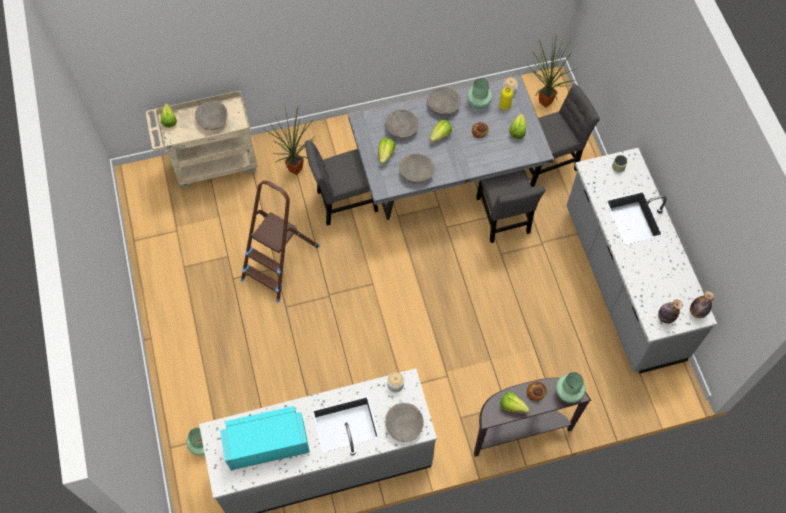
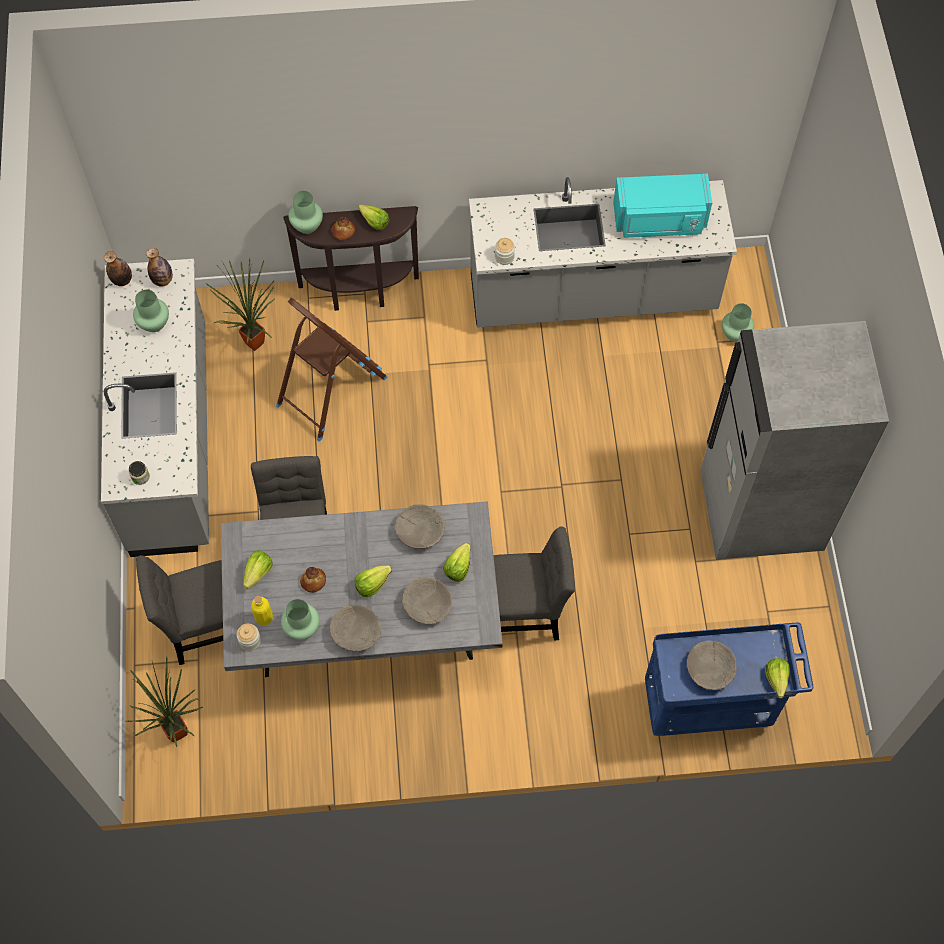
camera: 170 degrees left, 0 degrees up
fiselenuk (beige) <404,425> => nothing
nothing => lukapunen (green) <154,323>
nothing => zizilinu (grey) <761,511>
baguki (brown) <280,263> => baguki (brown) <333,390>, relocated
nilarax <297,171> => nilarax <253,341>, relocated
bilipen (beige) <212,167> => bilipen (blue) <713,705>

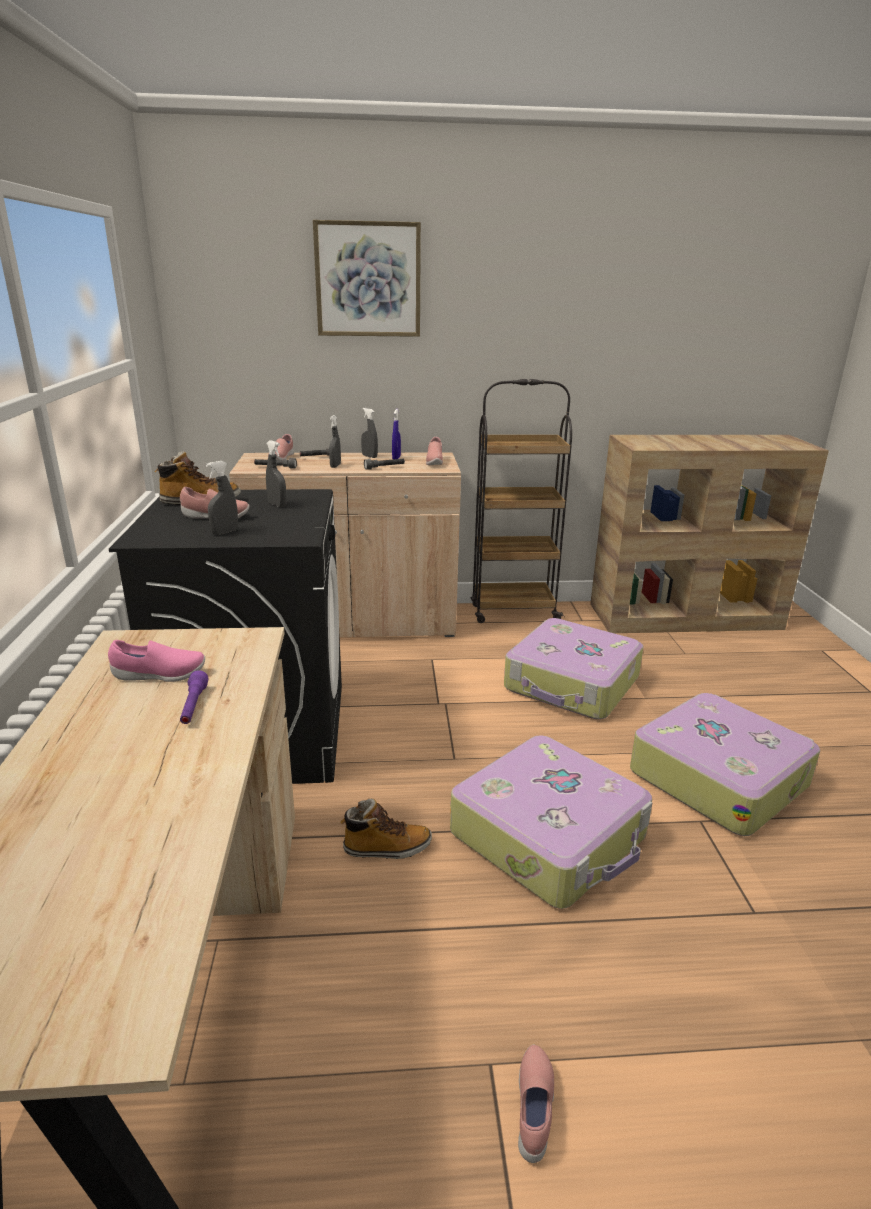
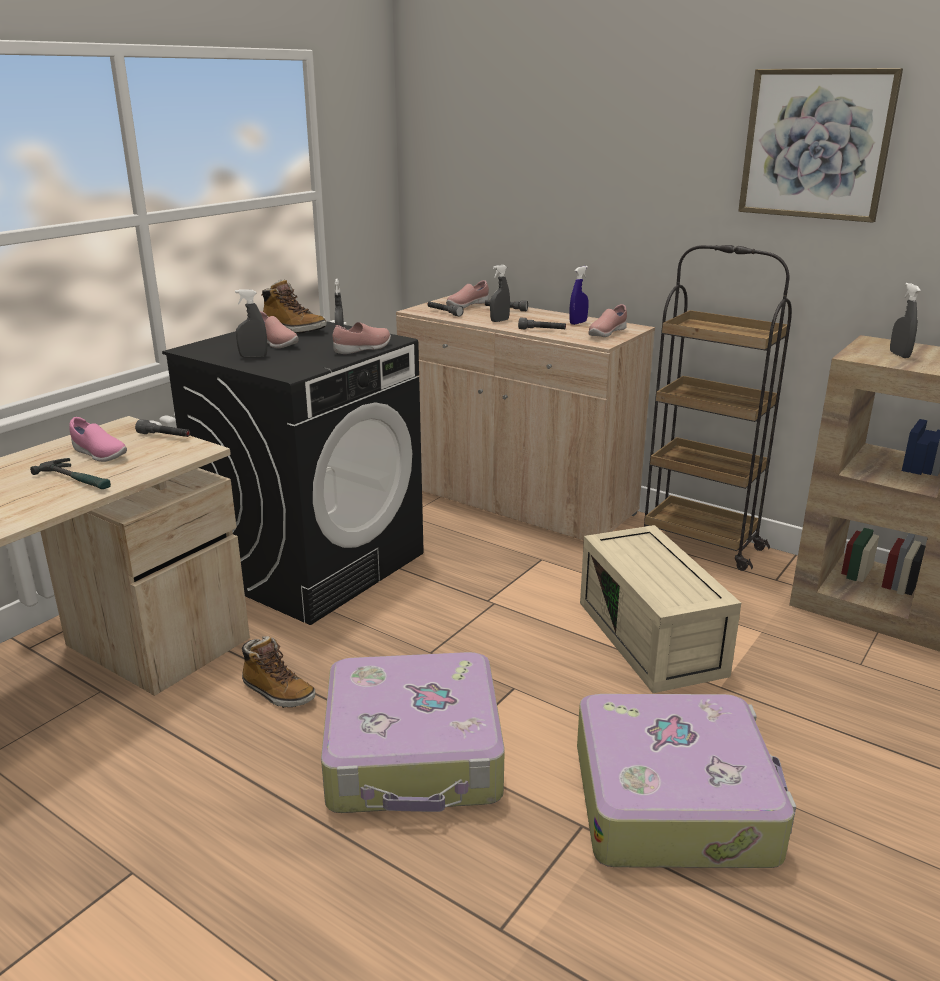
camera: 40 degrees right, 0 degrees up
nothing => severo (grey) <164,436>
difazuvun <368,280> => difazuvun <816,144>, relocated
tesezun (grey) <369,456> => tesezun (grey) <899,355>, relocated
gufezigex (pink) <535,1109> => gufezigex (pink) <363,349>, relocated
severo (purple) <193,706> => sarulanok <77,480>
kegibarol <572,684> => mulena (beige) <653,638>

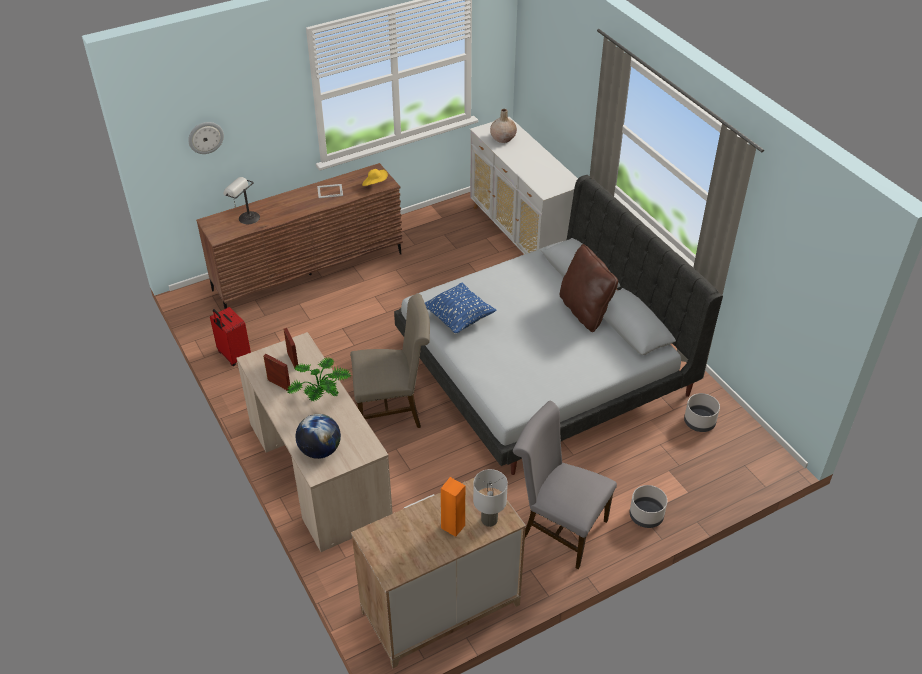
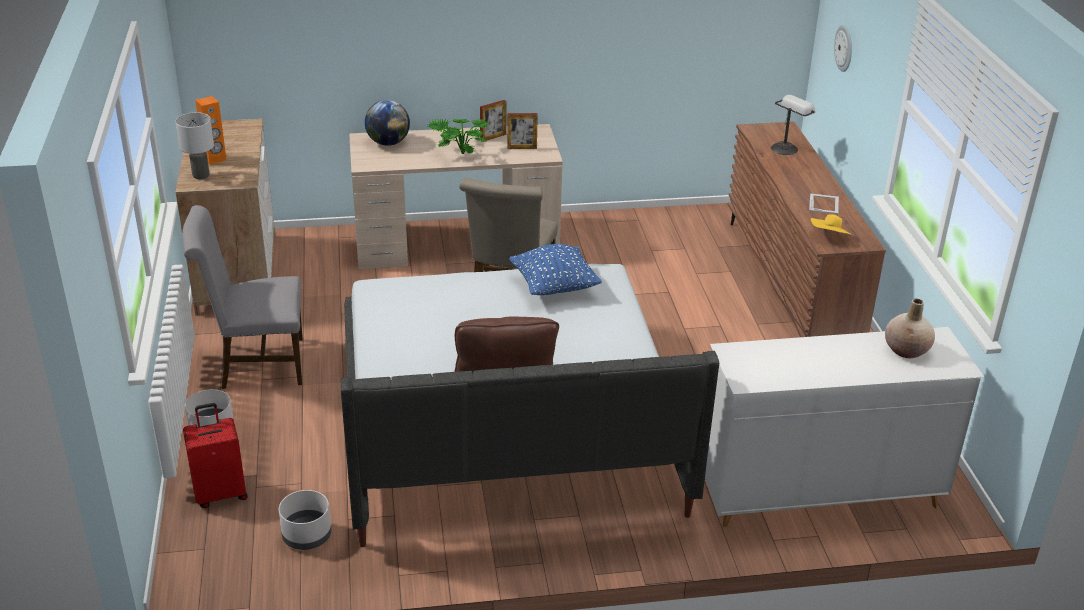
camera: 110 degrees right, 10 degrees down
kegibarol (red) <233,356> => kegibarol (red) <220,493>, relocated
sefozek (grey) <558,528> => sefozek (grey) <256,364>, 150 degrees counterclockwise

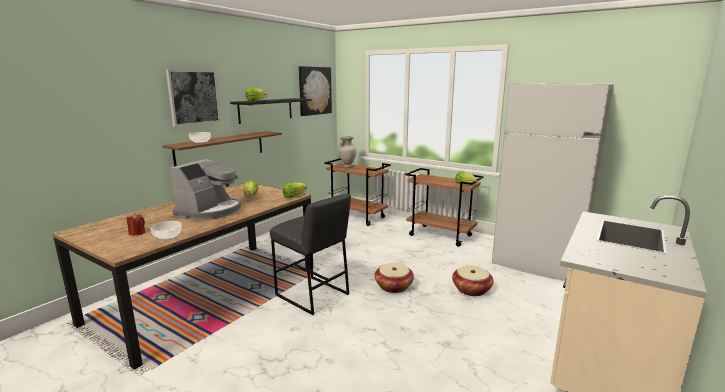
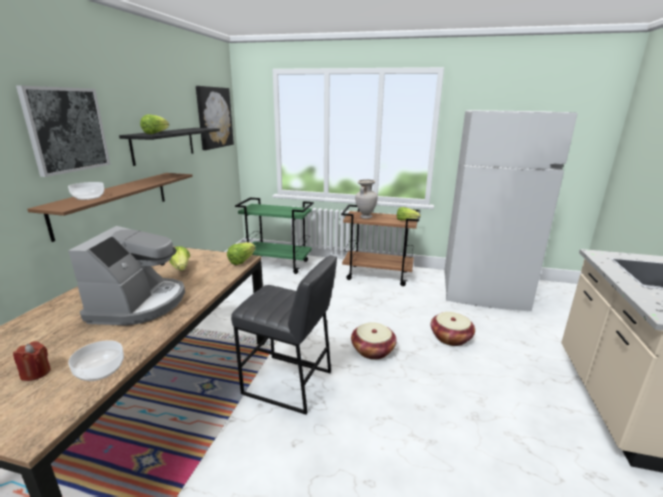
camera: 20 degrees left, 5 degrees up
lukapunen (beige) <347,166> => lukapunen (beige) <365,217>, relocated
bilipen (brown) <358,217> => bilipen (green) <278,264>

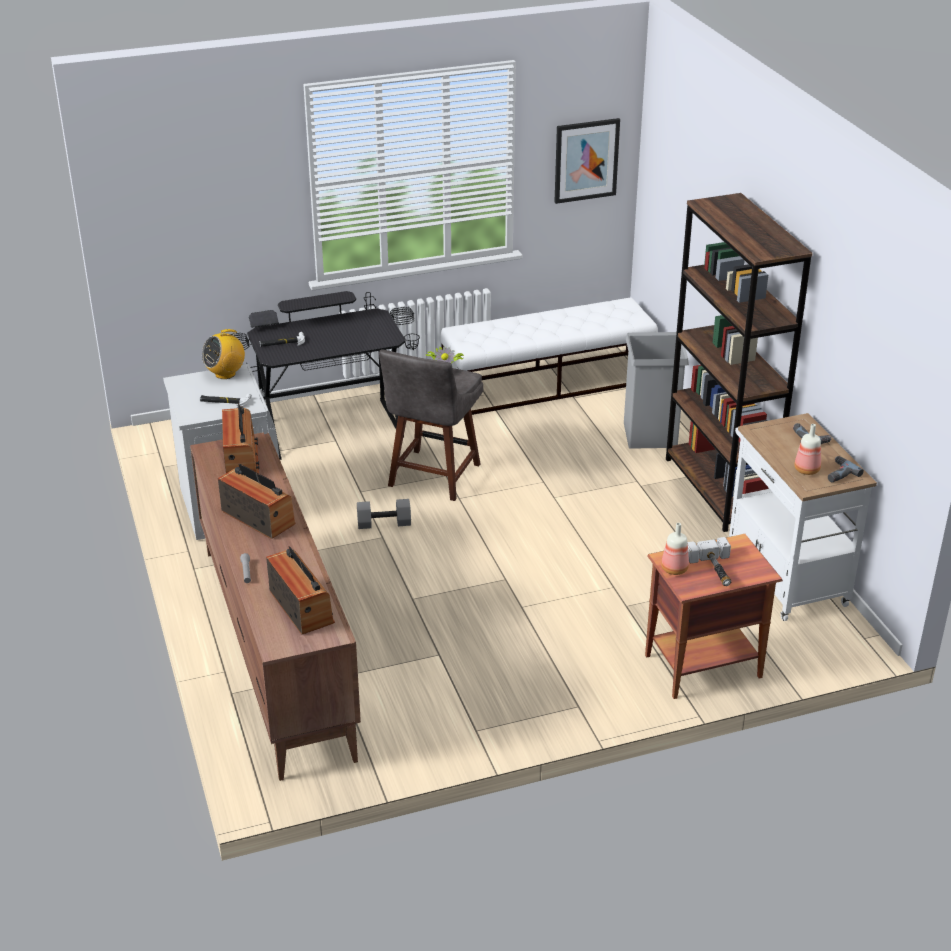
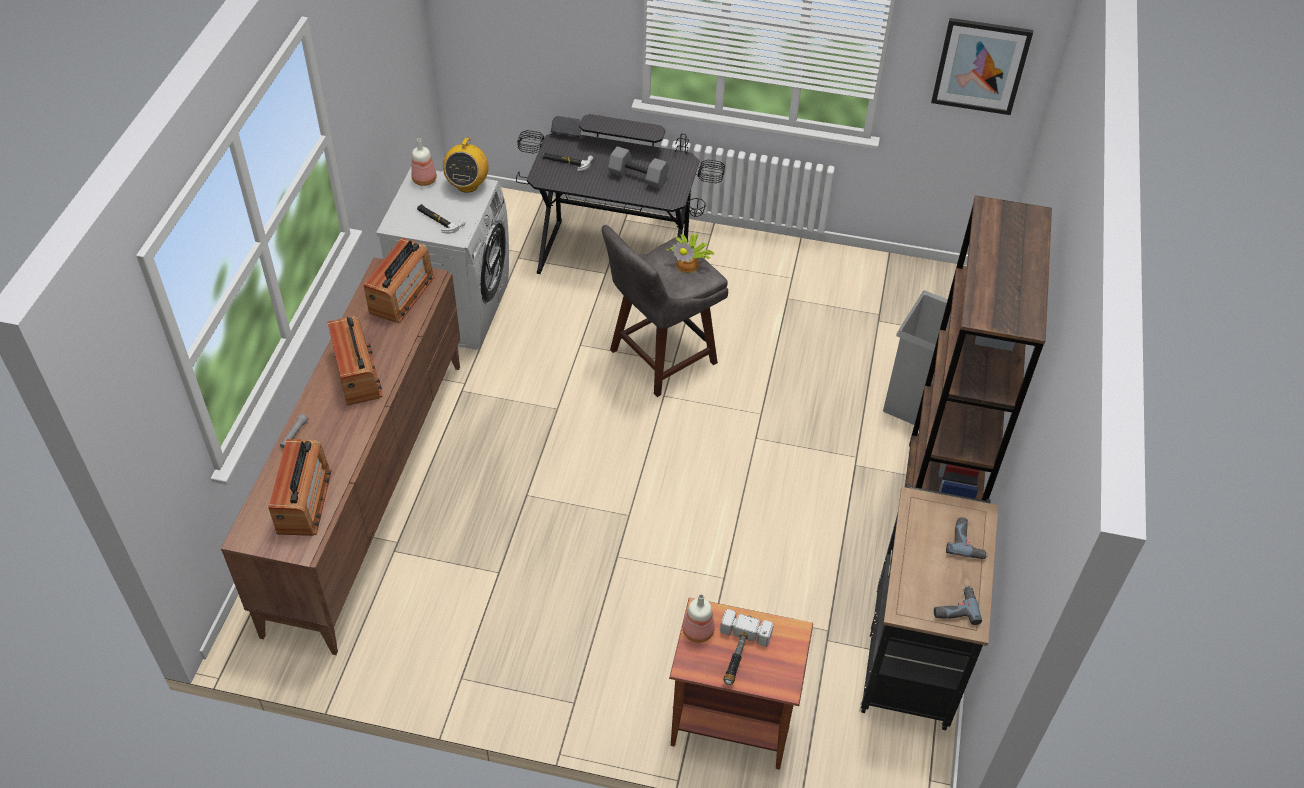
camera: 30 degrees right, 15 degrees up
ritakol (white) <548,384> => nothing
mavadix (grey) <384,523> => mavadix (grey) <639,177>, relocated
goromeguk <807,470> => goromeguk <425,180>, relocated
bilipen (white) <784,576> => bilipen (black) <910,654>
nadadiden <225,374> => nadadiden <467,185>, 75 degrees counterclockwise

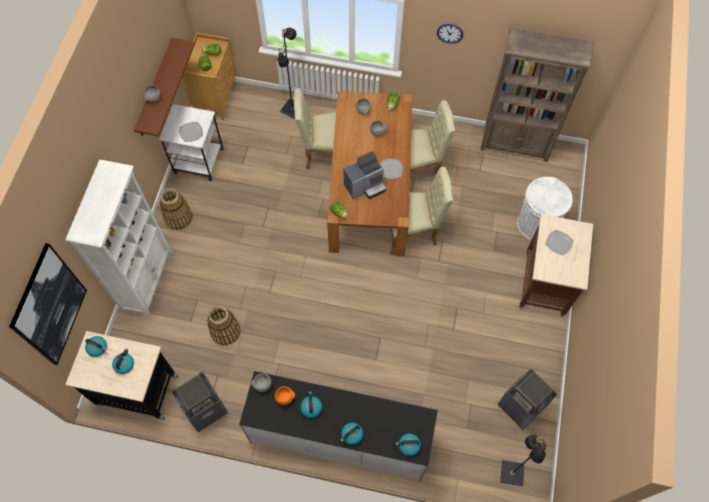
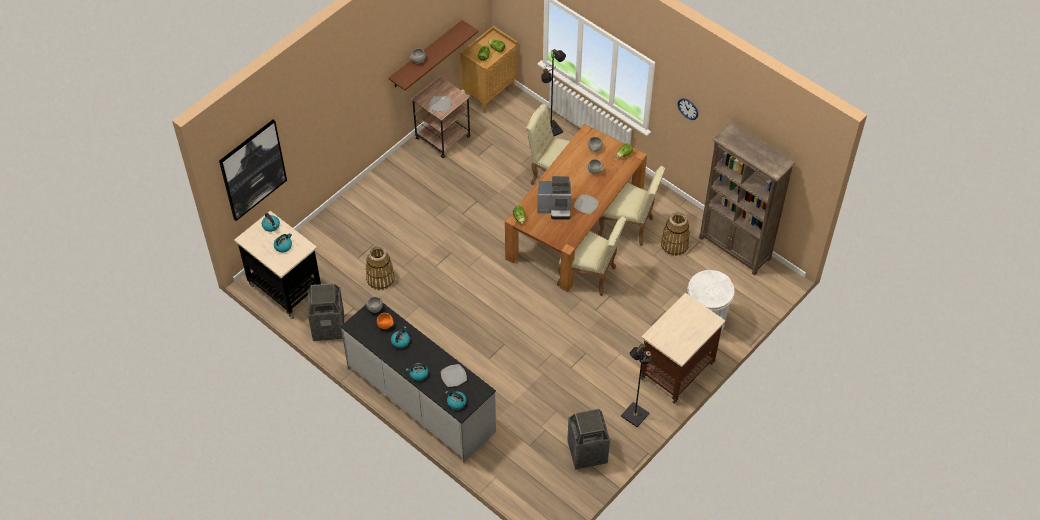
camera: 30 degrees right, 10 degrees down
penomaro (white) <147,279> => nothing
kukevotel <178,217> => kukevotel <674,245>, relocated
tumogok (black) <512,473> => tumogok (black) <635,415>, relocated
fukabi <559,243> => fukabi <453,376>, relocated
bilipen (white) <199,160> => bilipen (brown) <443,136>

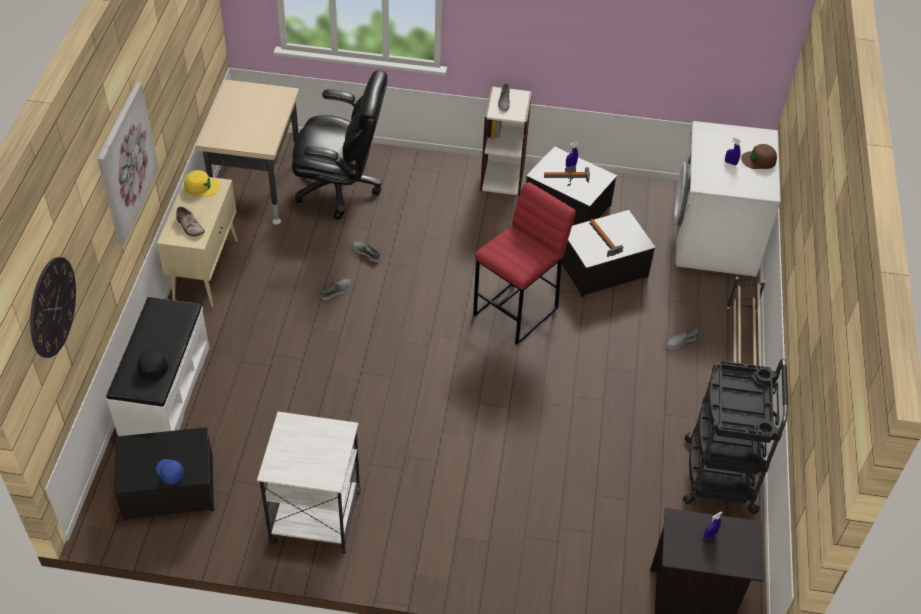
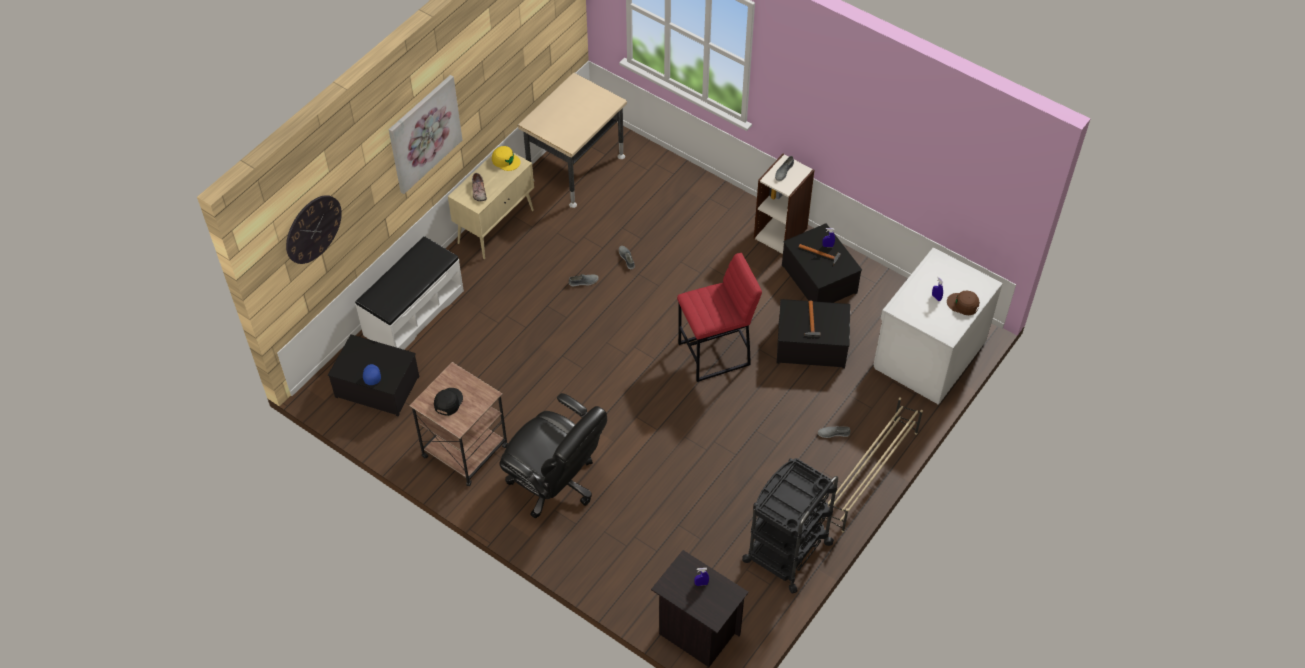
camera: 30 degrees right, 5 degrees up
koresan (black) <153,365> => koresan (black) <448,402>, relocated
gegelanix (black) <342,190> => gegelanix (black) <556,485>, relocated
bilipen (white) <314,515> => bilipen (brown) <464,450>

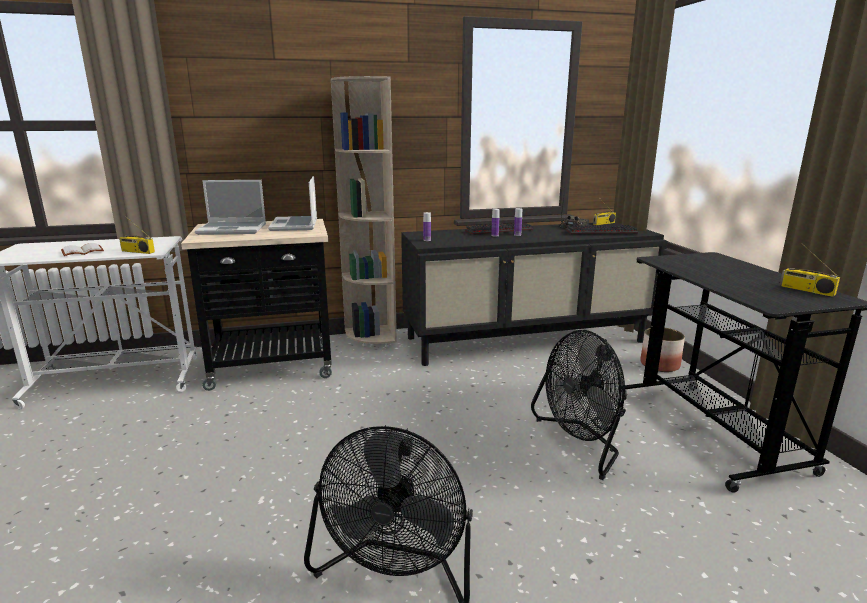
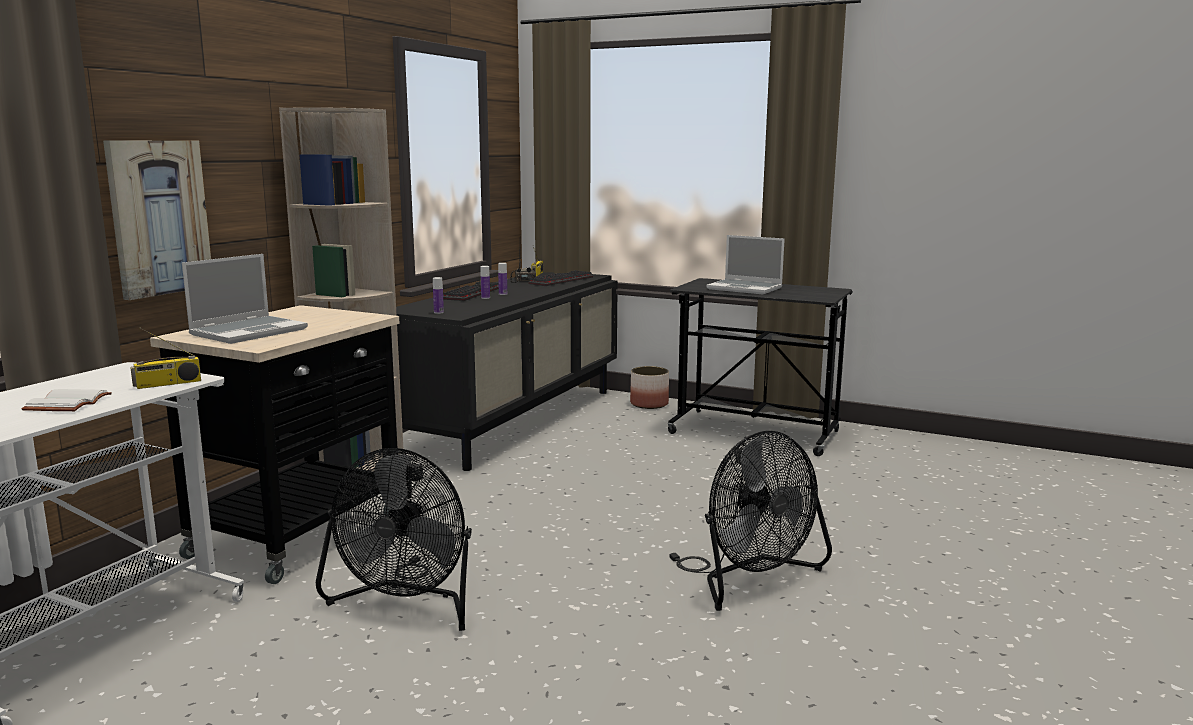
camera: 50 degrees left, 5 degrees down
nadadiden <806,290> => nothing
nothing => difazuvun <159,217>
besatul <295,225> => besatul <745,288>, relocated
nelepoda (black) <583,440> => nelepoda (black) <405,600>, relocated

